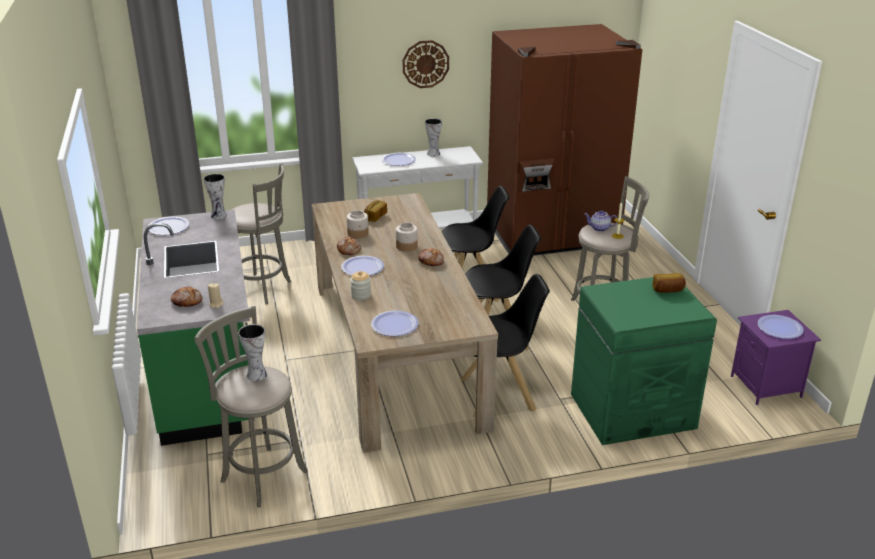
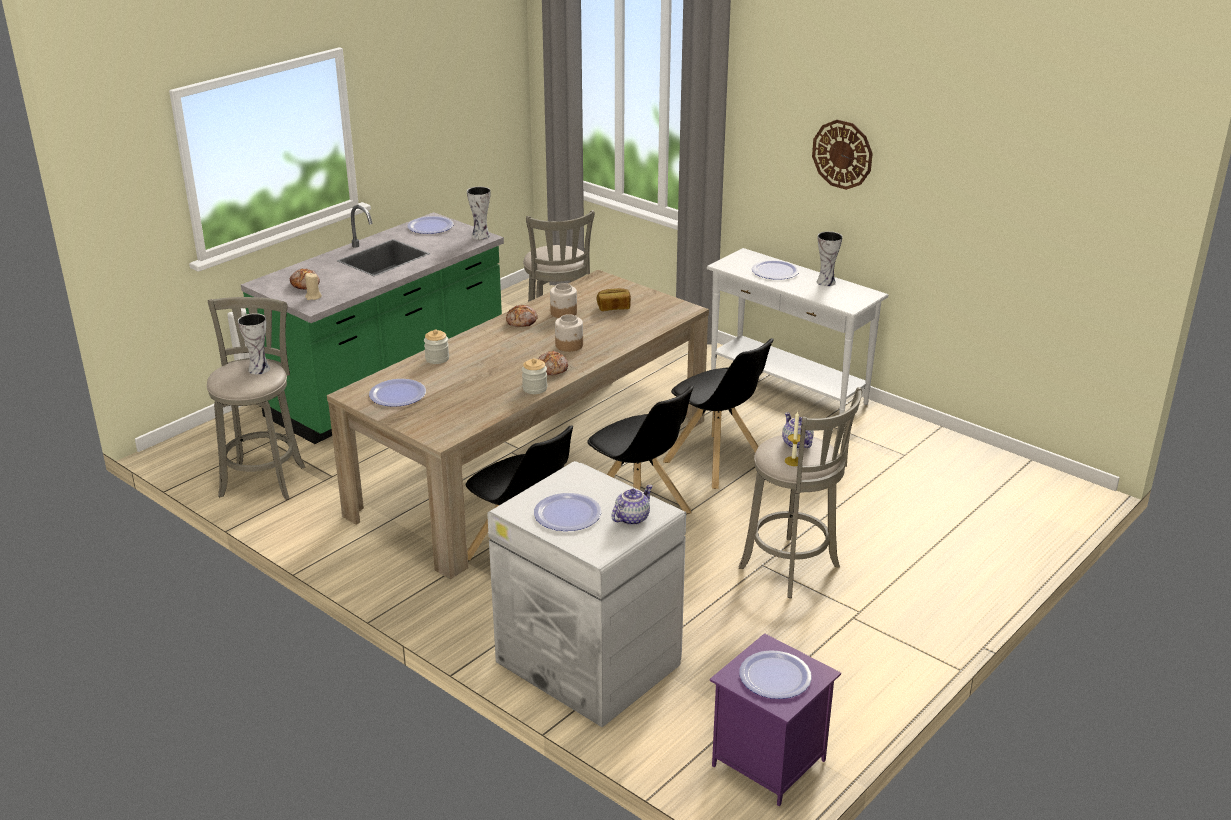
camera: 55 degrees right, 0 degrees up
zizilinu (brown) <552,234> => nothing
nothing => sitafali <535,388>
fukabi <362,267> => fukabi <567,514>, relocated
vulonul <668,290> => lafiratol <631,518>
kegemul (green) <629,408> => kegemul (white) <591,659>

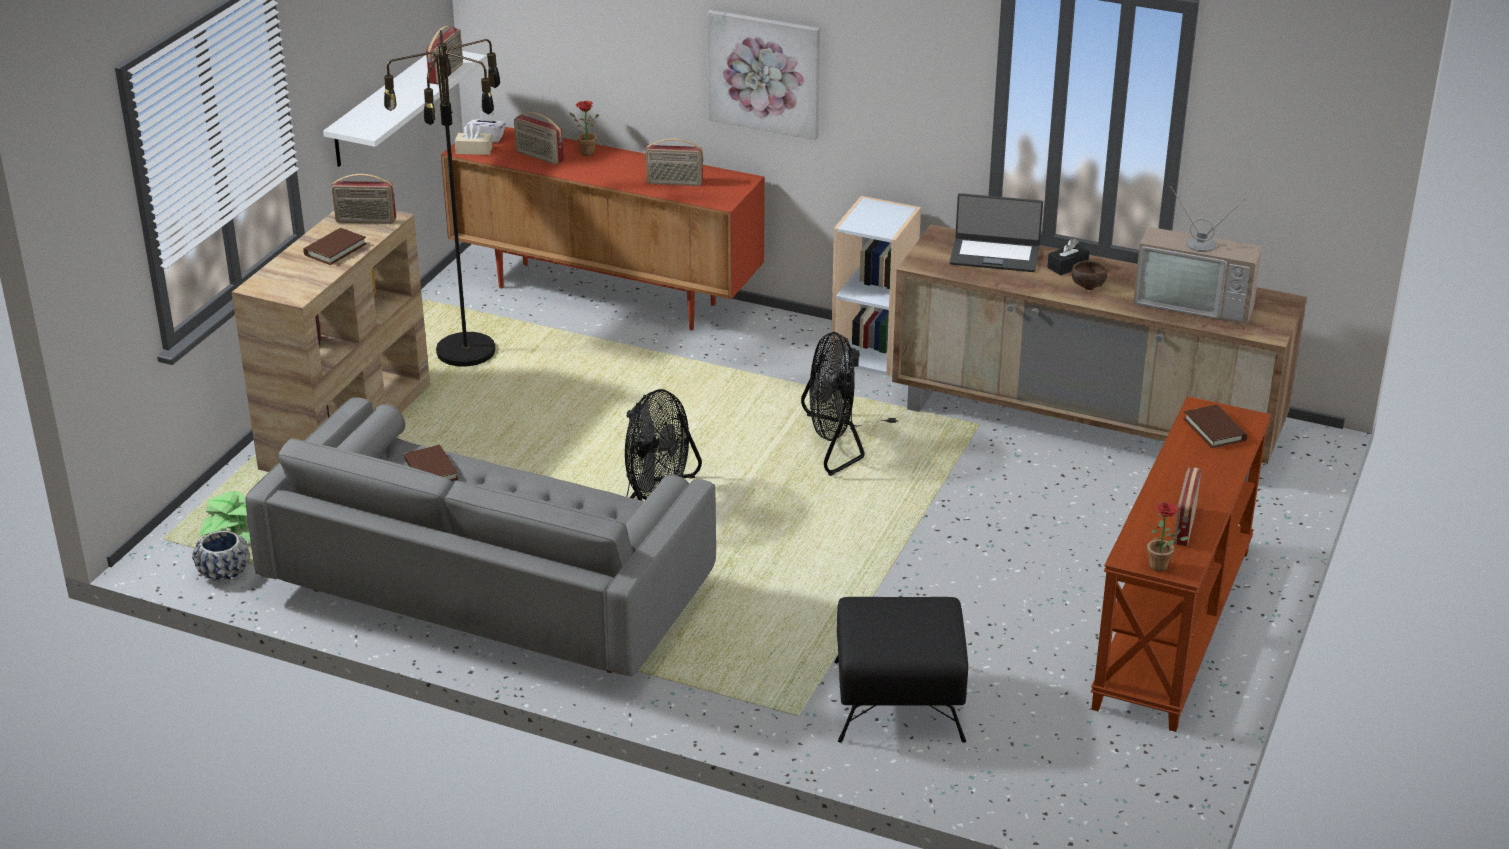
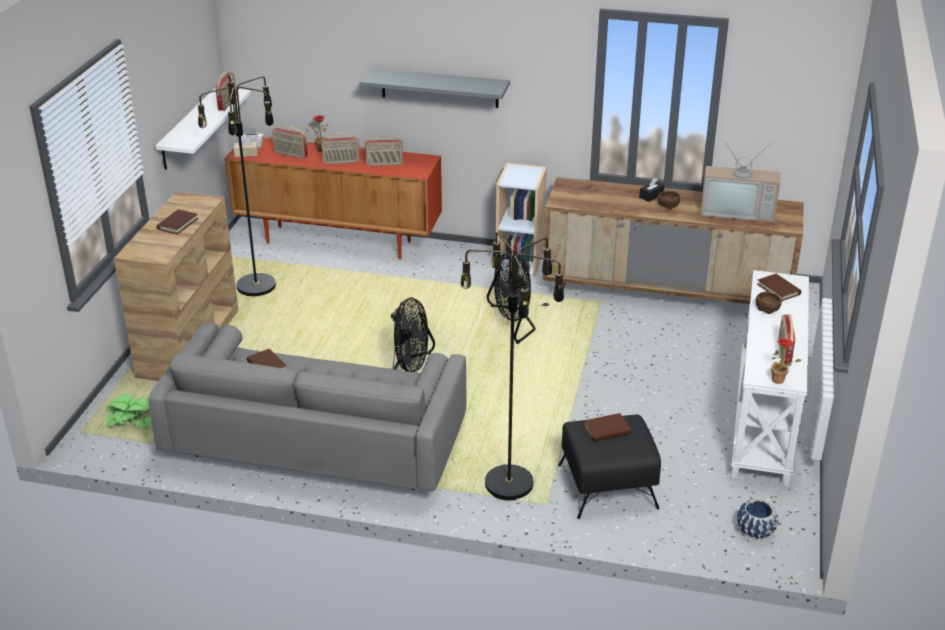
camera: 10 degrees left, 0 degrees up
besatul <994,255> => nothing
nothing => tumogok <510,484>
nothing => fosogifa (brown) <606,430>
nothing => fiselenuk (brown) <767,308>
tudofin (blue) <223,571> => tudofin (blue) <755,530>, relocated
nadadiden <365,221> => nadadiden <341,162>, relocated
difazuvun <765,73> => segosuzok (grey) <439,88>
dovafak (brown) <1175,628> => dovafak (white) <764,419>

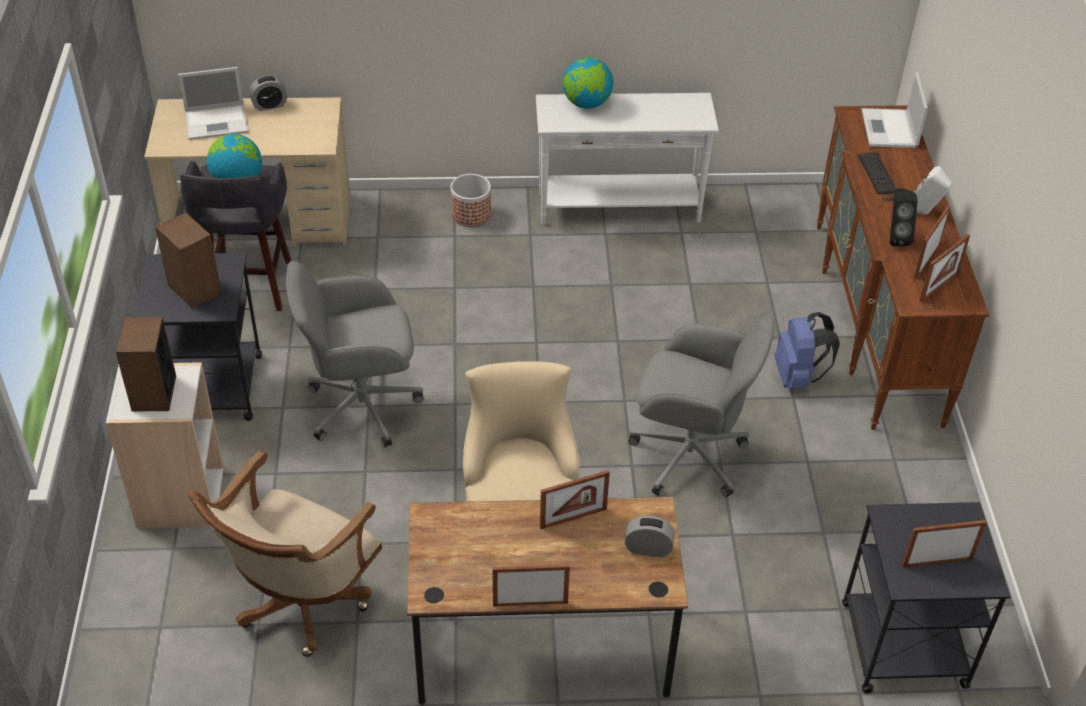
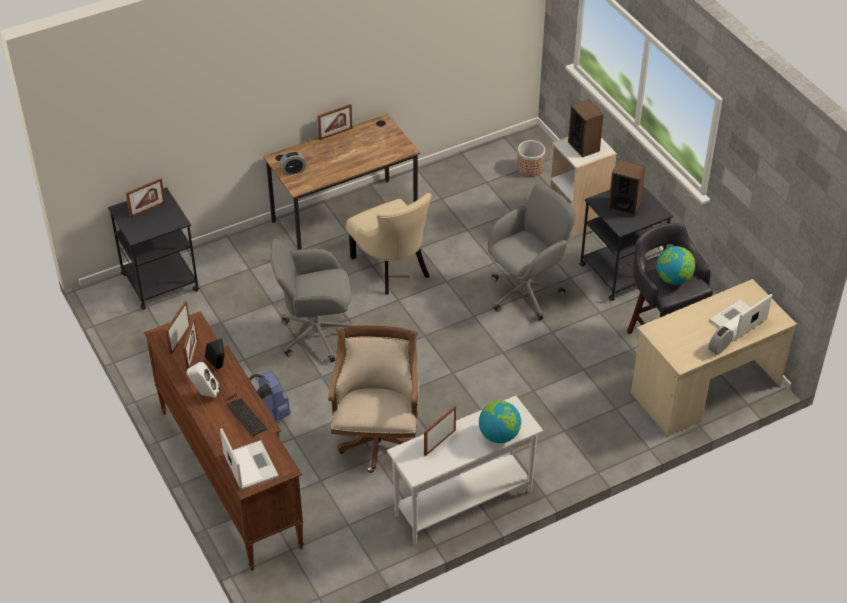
camera: 155 degrees right, 0 degrees up
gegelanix <300,608> => gegelanix <377,439>, relocated
tudofin <471,214> => tudofin <530,168>, relocated
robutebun <573,518> => robutebun <439,442>, relocated

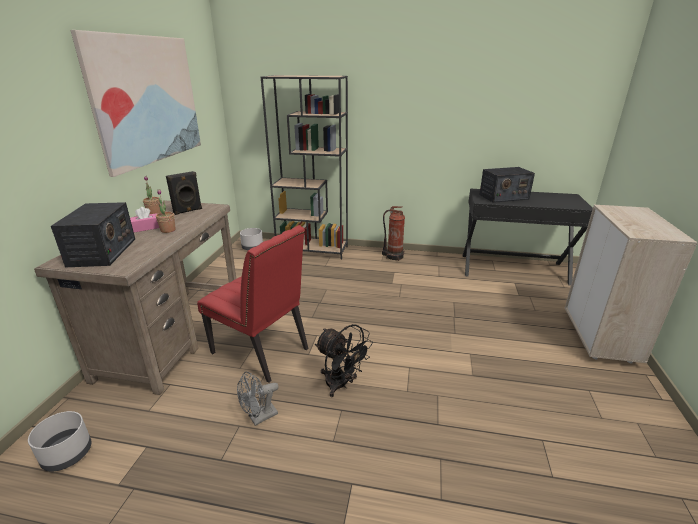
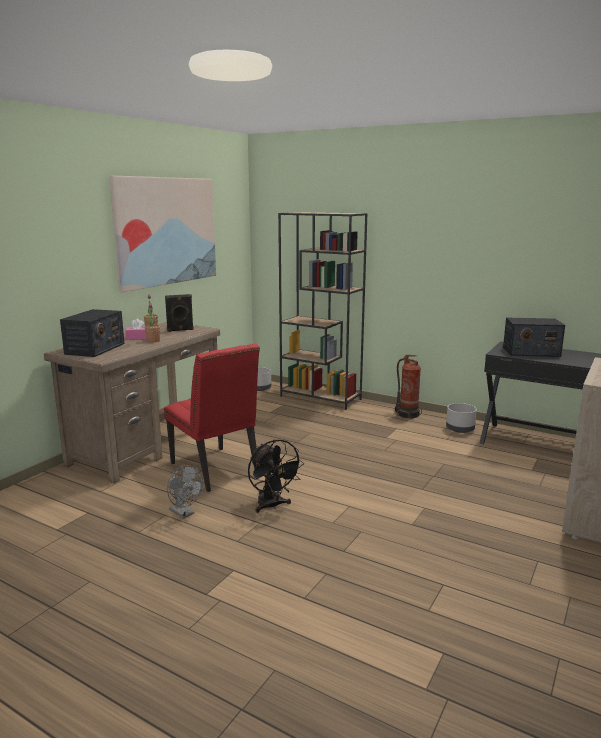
camera: 20 degrees right, 10 degrees down
tudofin (grey) <67,454> => tudofin (grey) <459,429>, relocated
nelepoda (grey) <259,418> => nelepoda (grey) <184,513>, 120 degrees counterclockwise

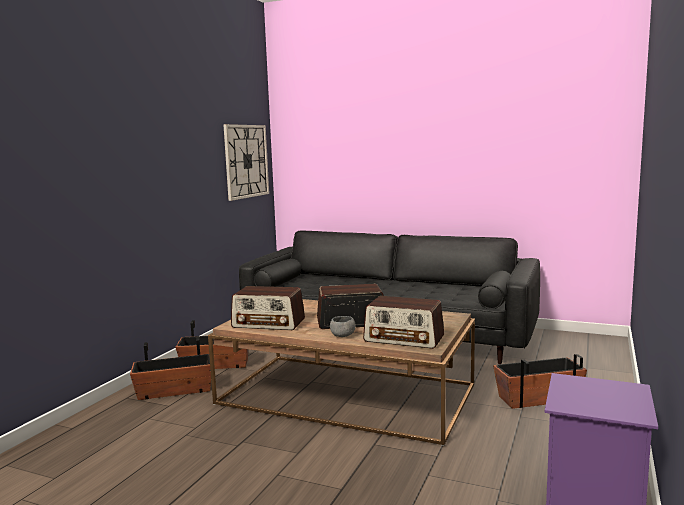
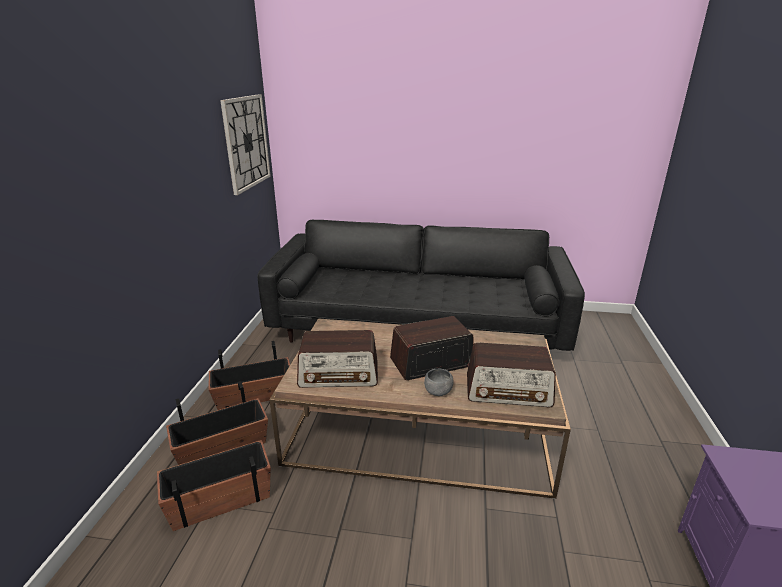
camera: 15 degrees left, 15 degrees up
tudofin <539,398> => tudofin <220,499>, relocated

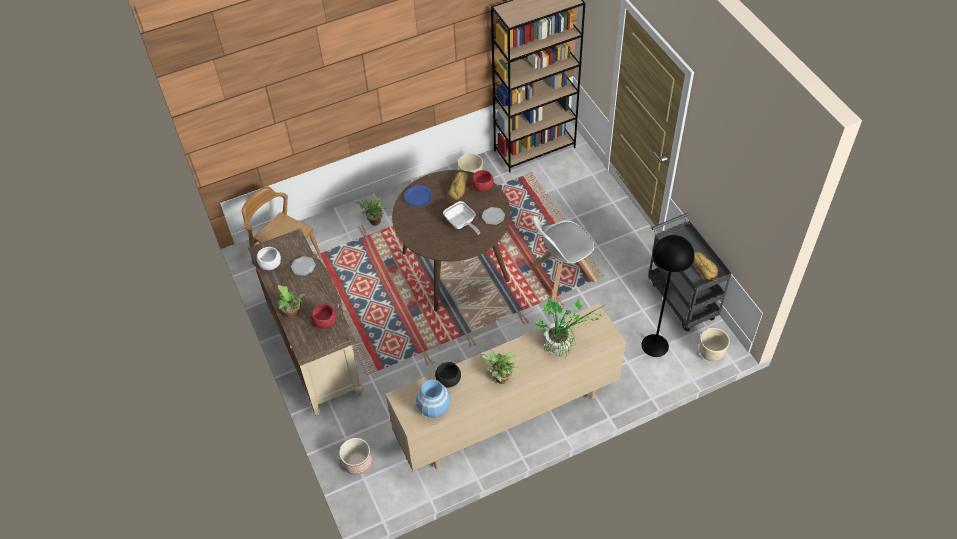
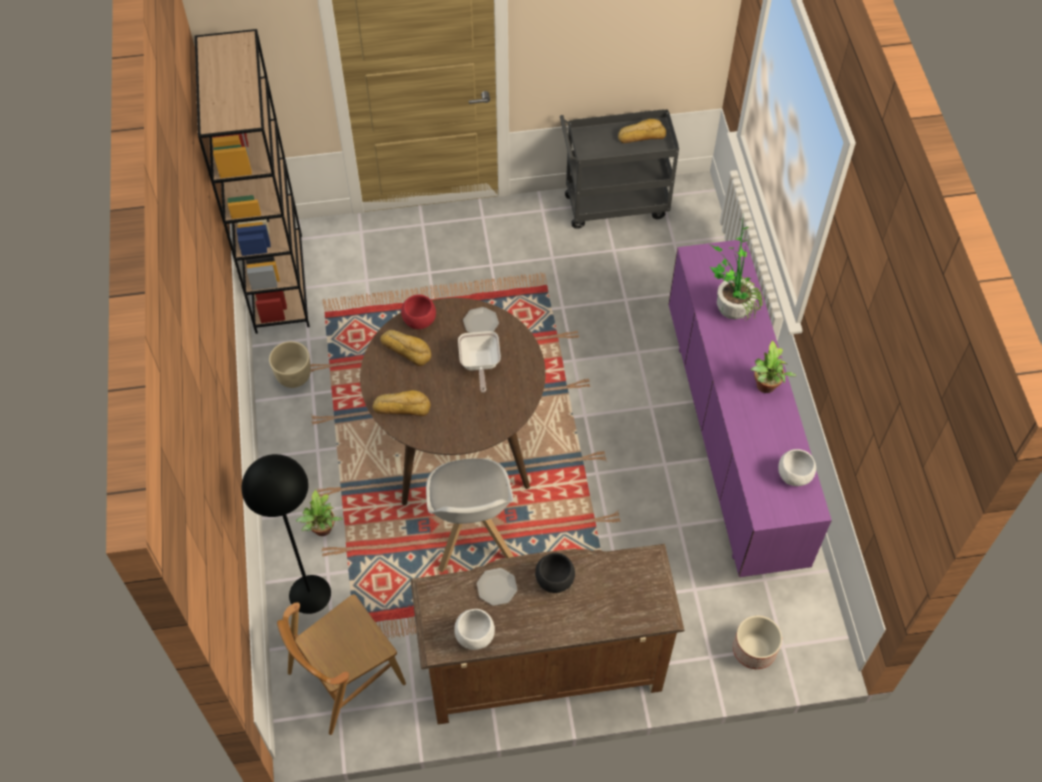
camera: 75 degrees left, 5 degrees up
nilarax <293,314> => nothing
fiselenuk (red) <325,322> => nothing
tudofin (beige) <711,353> => nothing
fiselenuk (black) <448,380> => fiselenuk (black) <555,580>, relocated
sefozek <561,274> => sefozek <471,534>, relocated
tumogok (black) <655,345> => tumogok (black) <310,593>, relocated
fukabi (blue) <418,197> => vulonul <402,406>
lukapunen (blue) <434,408> => fiselenuk (white) <794,476>
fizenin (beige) <508,417> => fizenin (purple) <732,445>
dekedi <461,224> => dekedi <479,365>, 105 degrees clockwise

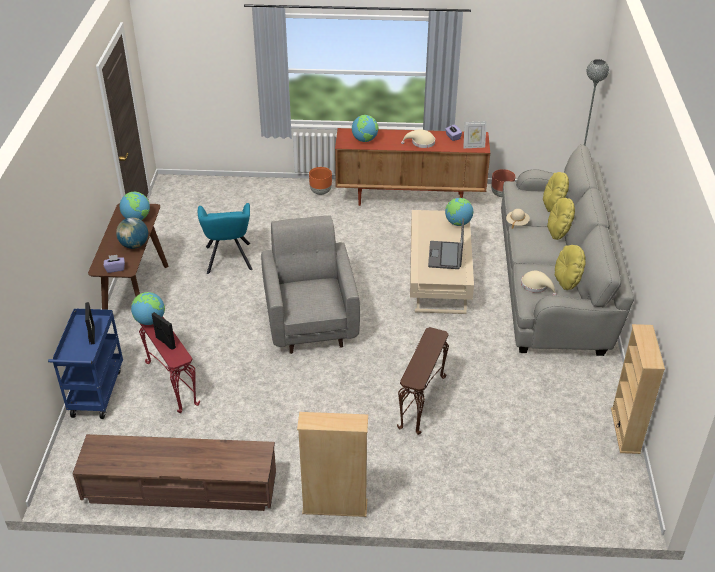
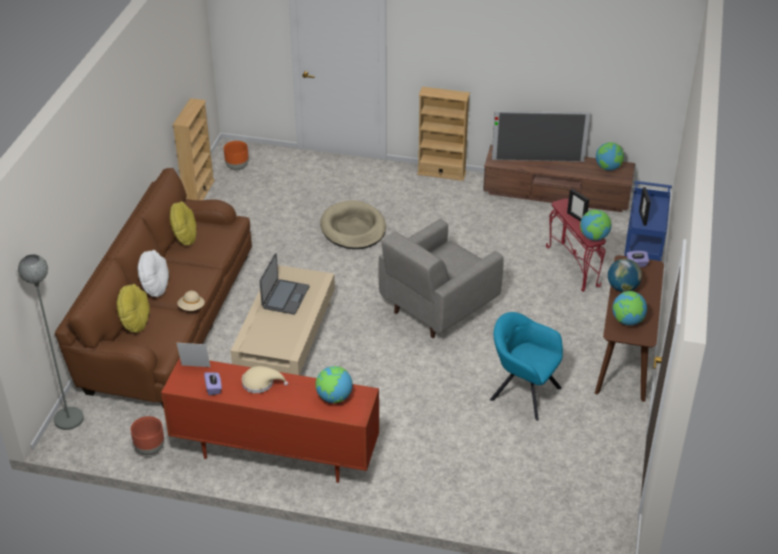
camera: 170 degrees left, 0 degrees up
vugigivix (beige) <536,286> => nothing
nothing => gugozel <537,160>
tudofin (orange) <320,192> => tudofin (orange) <237,167>, relocated
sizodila <458,223> => sizodila <608,168>, relocated
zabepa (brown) <421,402> => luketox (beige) <353,228>
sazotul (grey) <553,281> => sazotul (brown) <167,321>
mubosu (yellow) <558,233> => mubosu (white) <155,289>
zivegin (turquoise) <229,259> => zivegin (turquoise) <523,392>, 60 degrees counterclockwise
zivegin (grey) <311,322> => zivegin (grey) <437,308>, 45 degrees clockwise

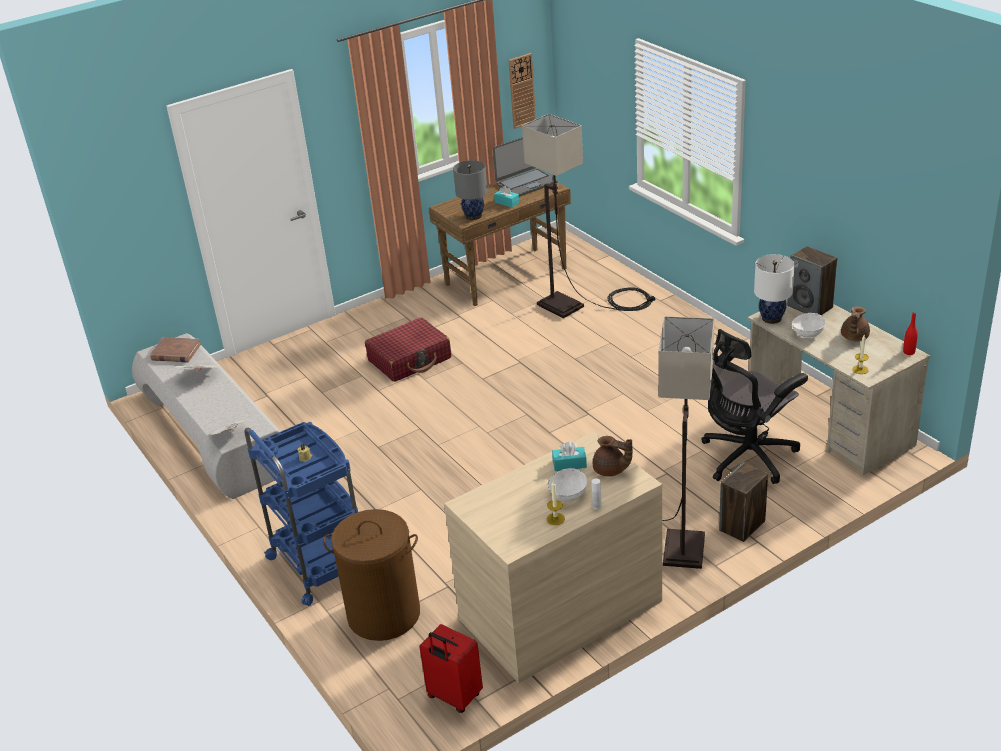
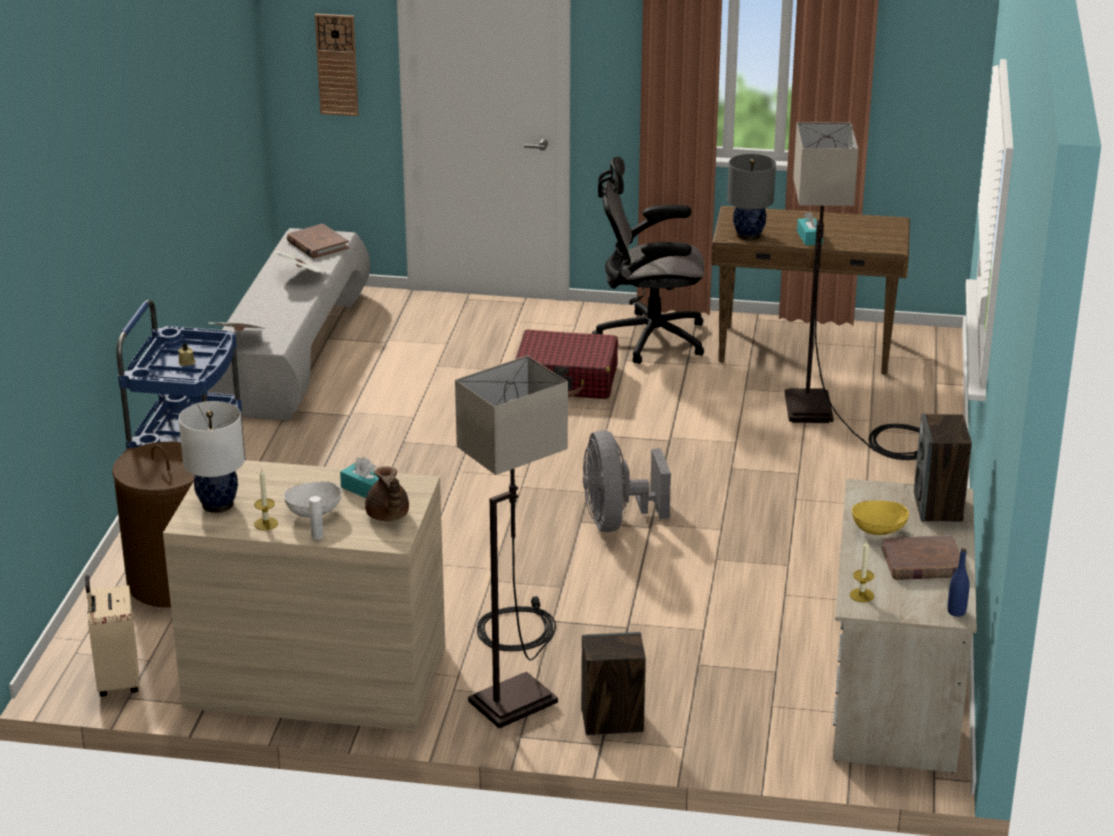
camera: 40 degrees right, 5 degrees down
besatul <526,183> => nothing
nothing => nelepoda (grey) <616,521>
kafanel <521,91> => kafanel <337,64>, relocated
gegelanix <748,458> => gegelanix <651,339>, relocated
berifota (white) <771,318> => berifota (white) <218,504>, relocated
lafiratol (brown) <854,337> => fosogifa (brown) <922,562>
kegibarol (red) <454,697> => kegibarol (beige) <116,682>
fiselenuk (white) <807,333> => fiselenuk (yellow) <878,530>
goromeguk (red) <909,352> => goromeguk (blue) <956,612>

